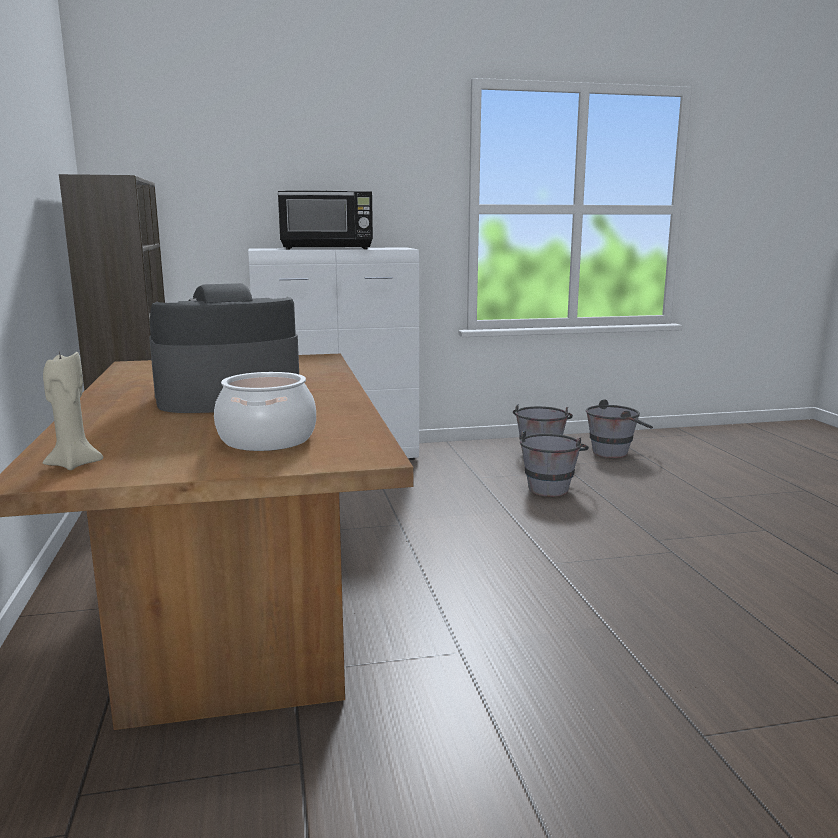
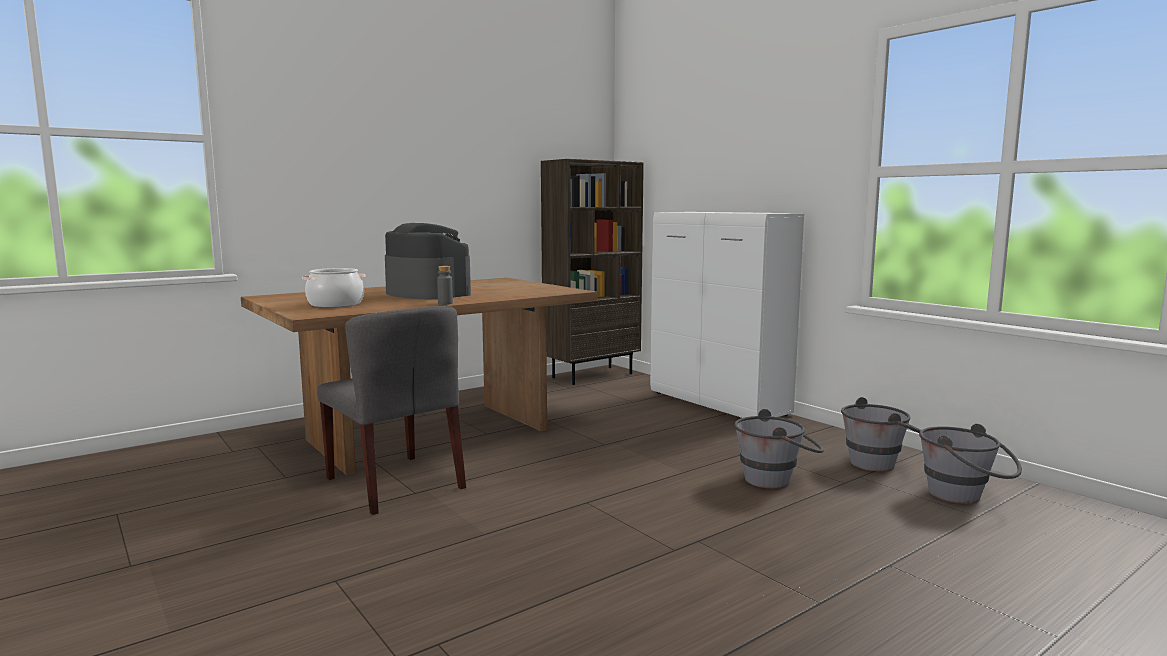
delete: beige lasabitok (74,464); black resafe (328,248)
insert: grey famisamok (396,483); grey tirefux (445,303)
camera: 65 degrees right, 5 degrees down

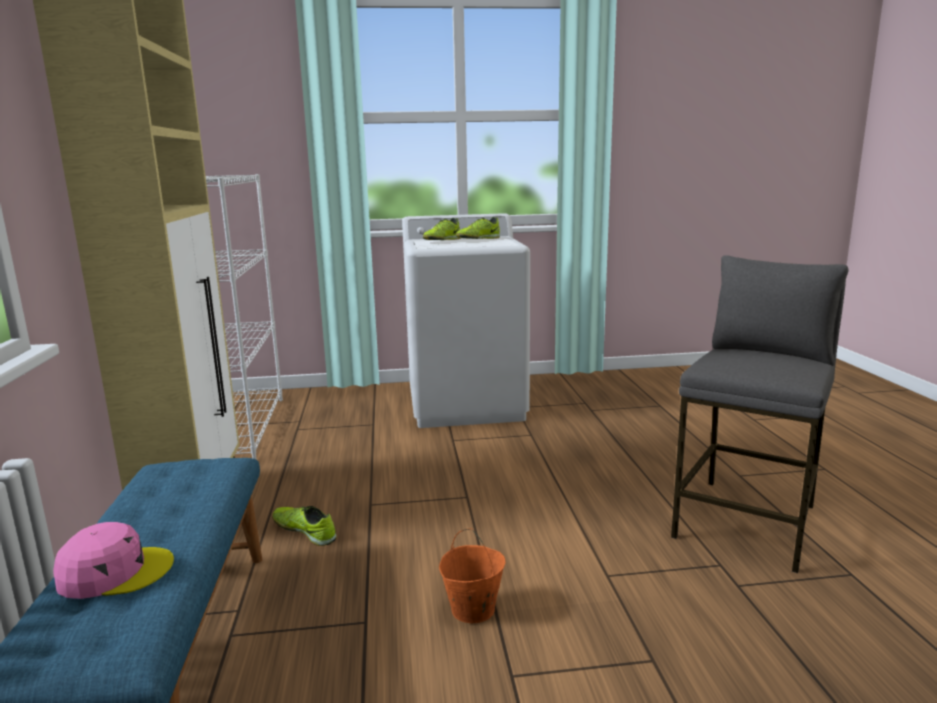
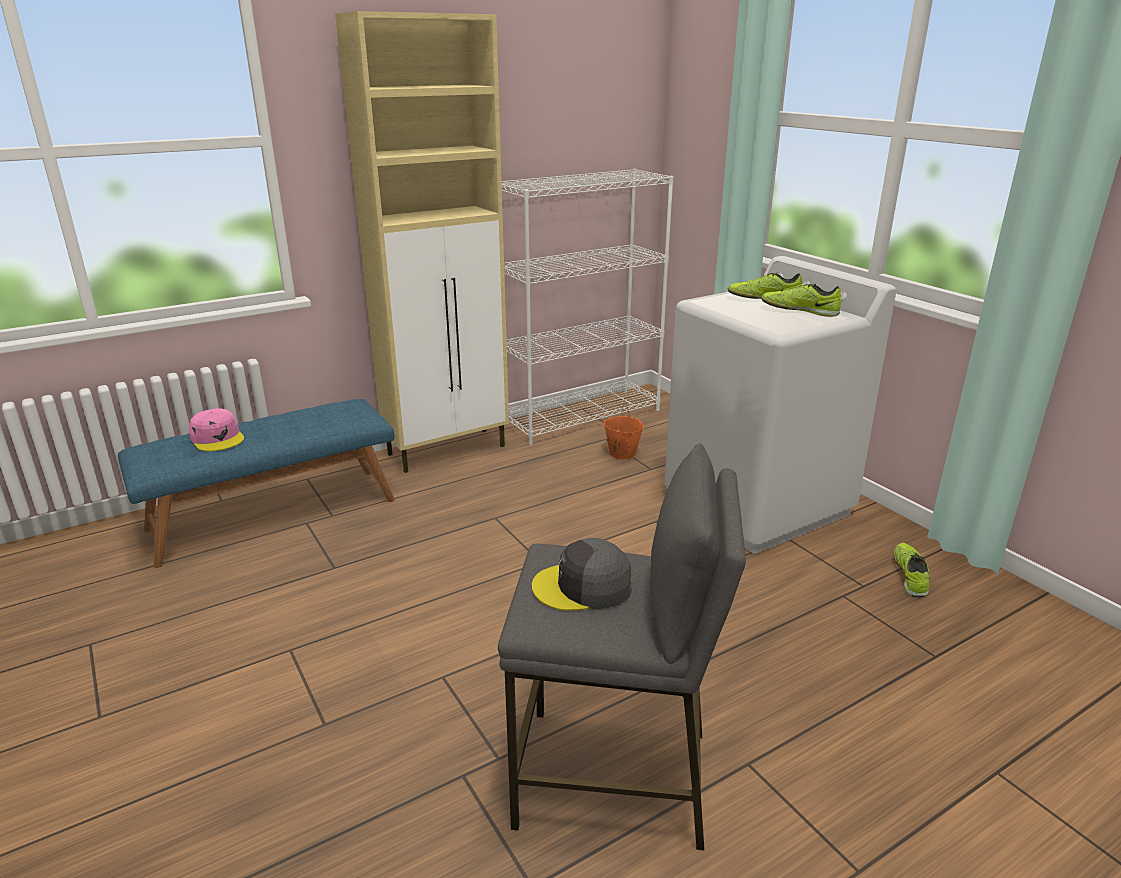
insert: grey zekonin (583,587)
move: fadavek (305,531) to (910,575); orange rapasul (472,610) to (622,453)
camera: 65 degrees right, 10 degrees up

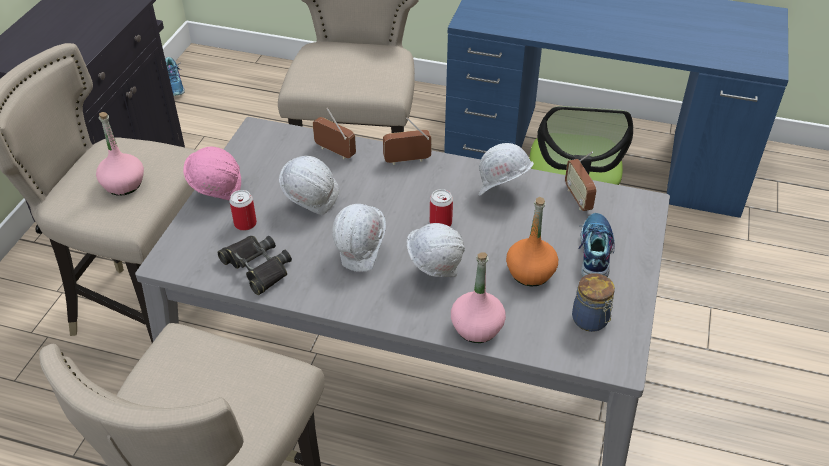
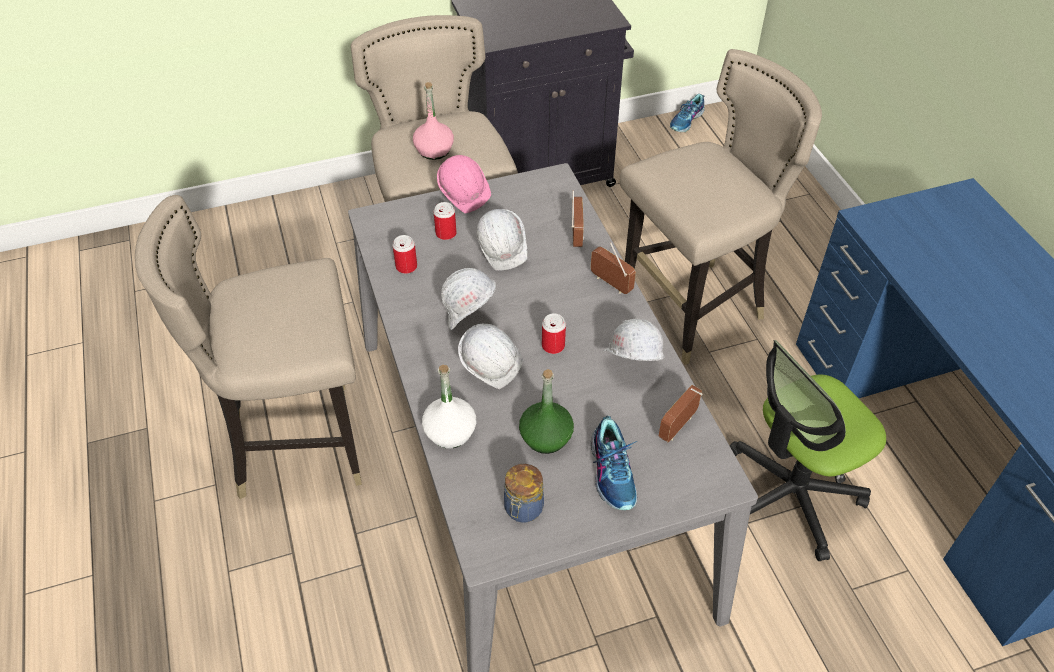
replace: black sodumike (257,267) to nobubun (406,267)
recolor: pink tirefux (476,328) to white tirefux (450,432); orange tirefux (530,273) to green tirefux (546,437)
rotate: fadavek (594,253) = (613,472) 105 degrees clockwise
camera: 55 degrees right, 5 degrees up

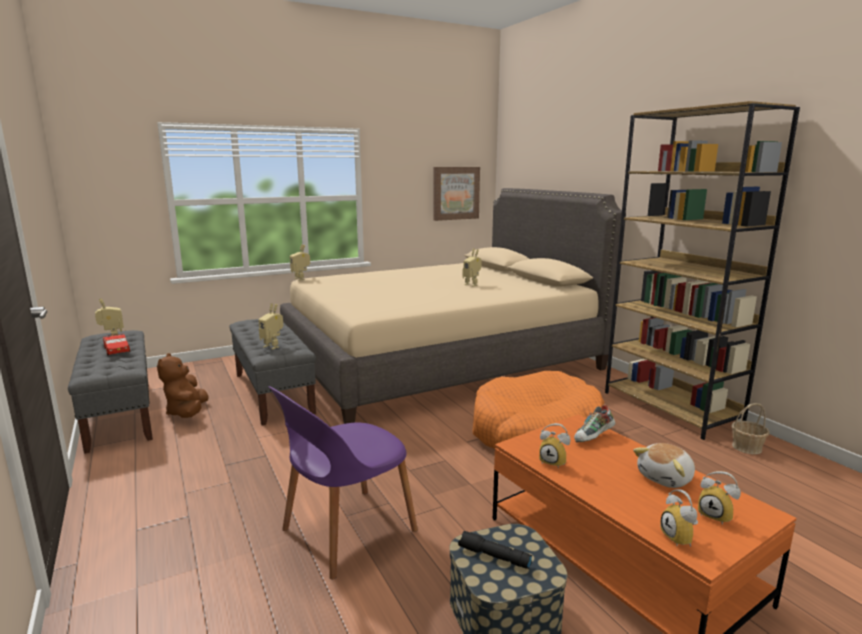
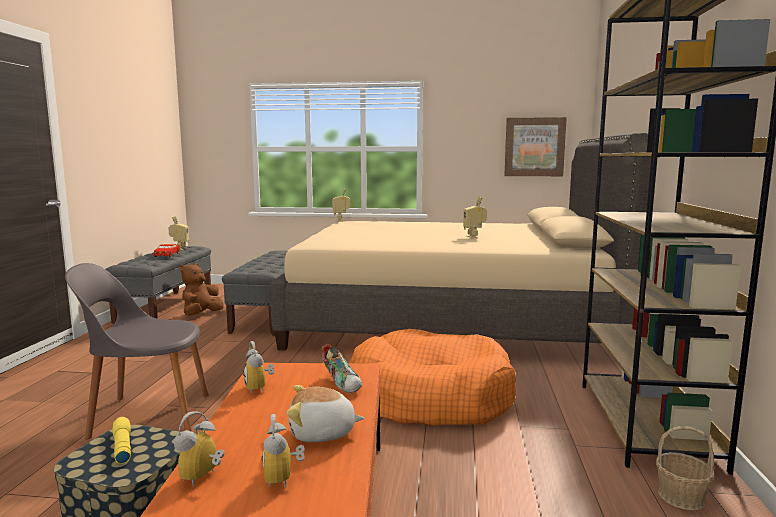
delete: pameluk (273,346)
recolor: purple famisamok (346,532) to grey famisamok (147,415); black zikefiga (493,556) to yellow zikefiga (122,446)
rotate: fadavek (594,438) = (342,383) 120 degrees counterclockwise
camera: 35 degrees right, 5 degrees down

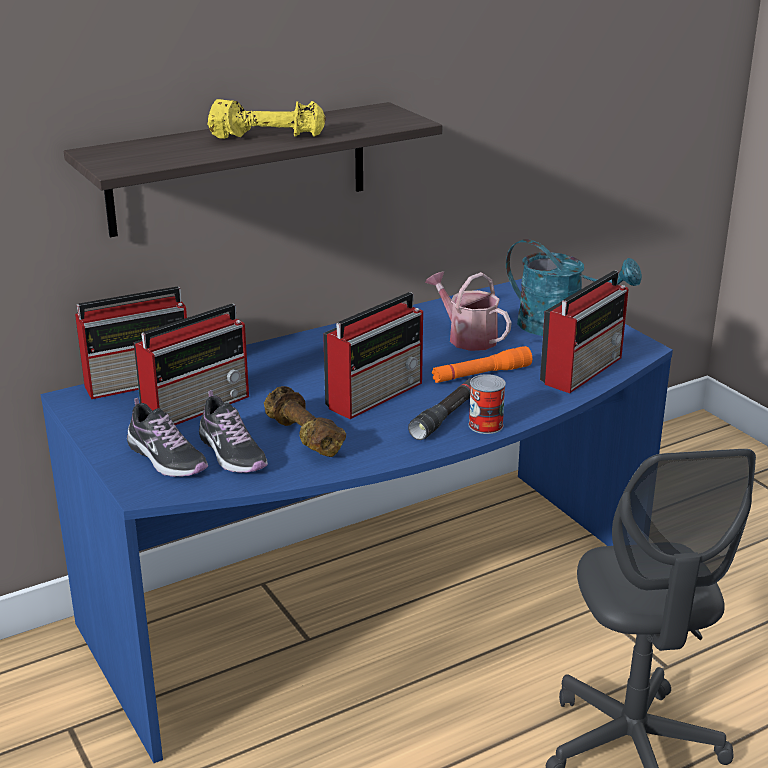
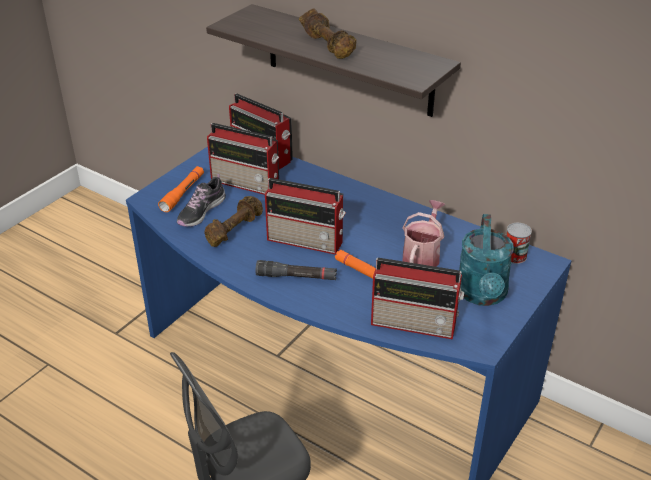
move: nobubun (485,425) to (514,256)
replace: fadavek (166,458) to orange zikefiga (183,193)
recolor: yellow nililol (267,137) to brown nililol (328,46)
camera: 65 degrees right, 10 degrees up

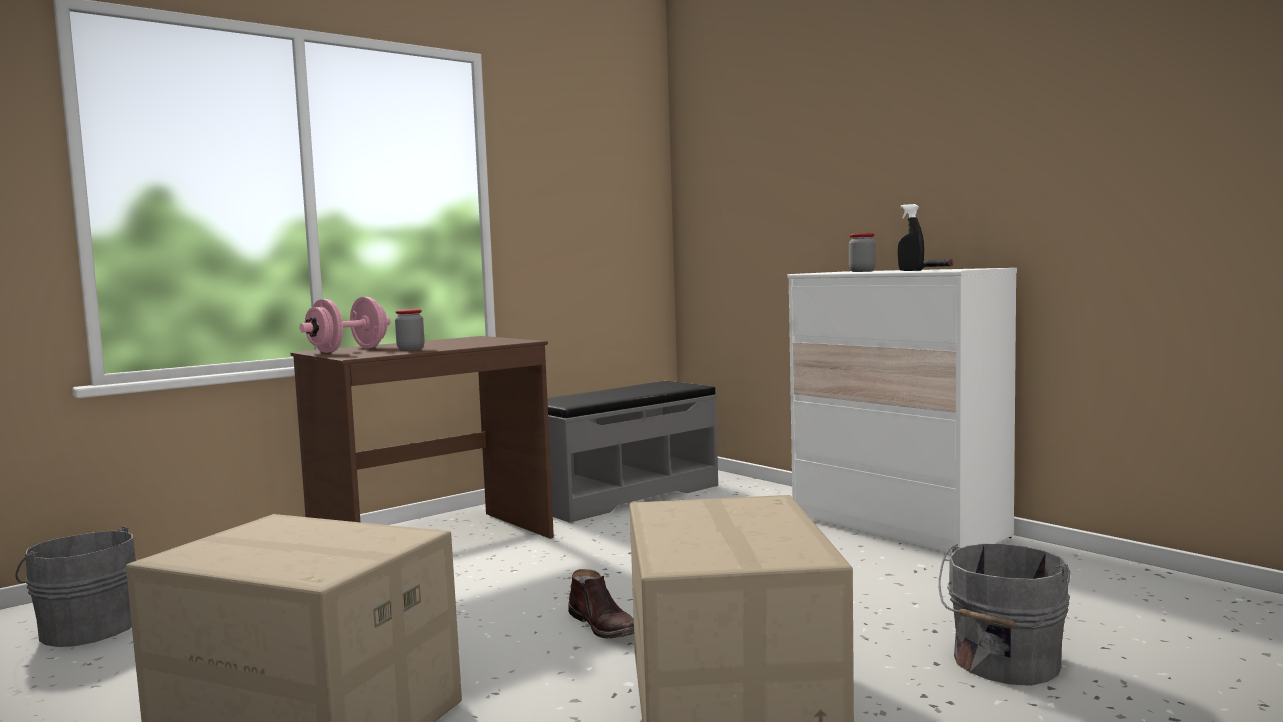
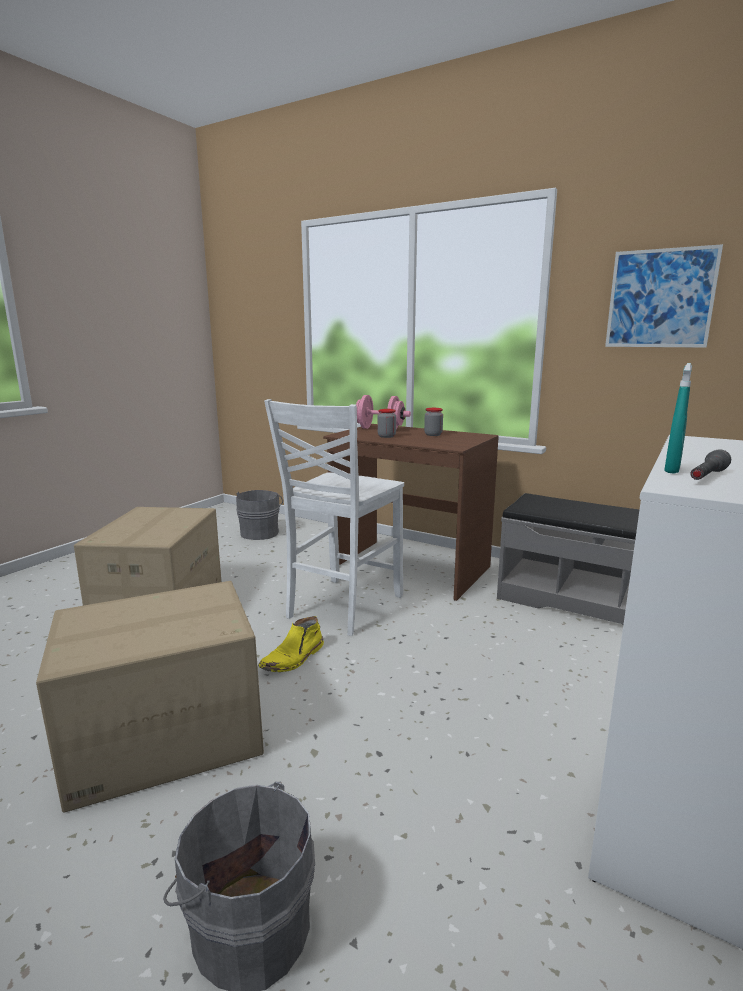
insert: white famisamok (342,607); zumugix (660,298)
move: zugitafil (862,271) to (433,434)
recolor: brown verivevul (604,626) to yellow verivevul (293,658); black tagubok (910,270) to turquoise tagubok (672,470)
camera: 70 degrees right, 10 degrees up

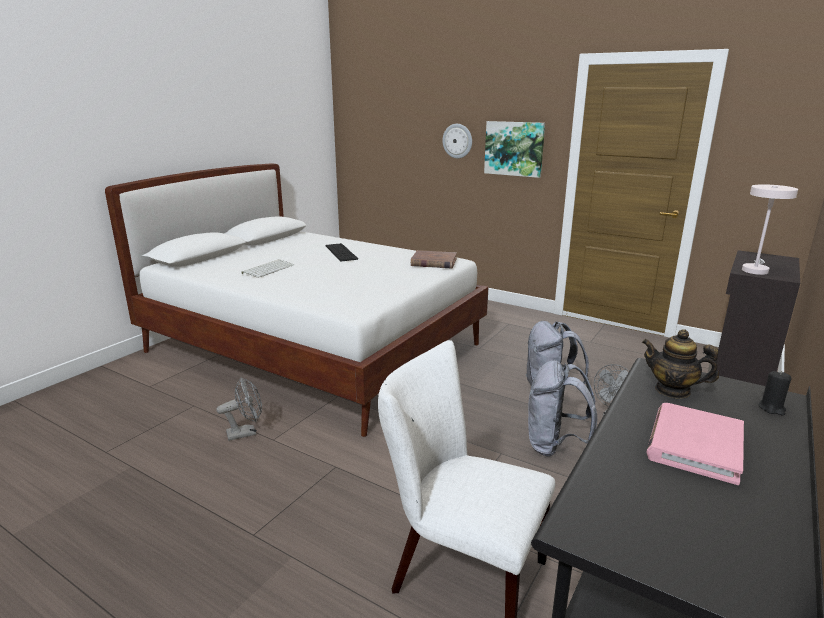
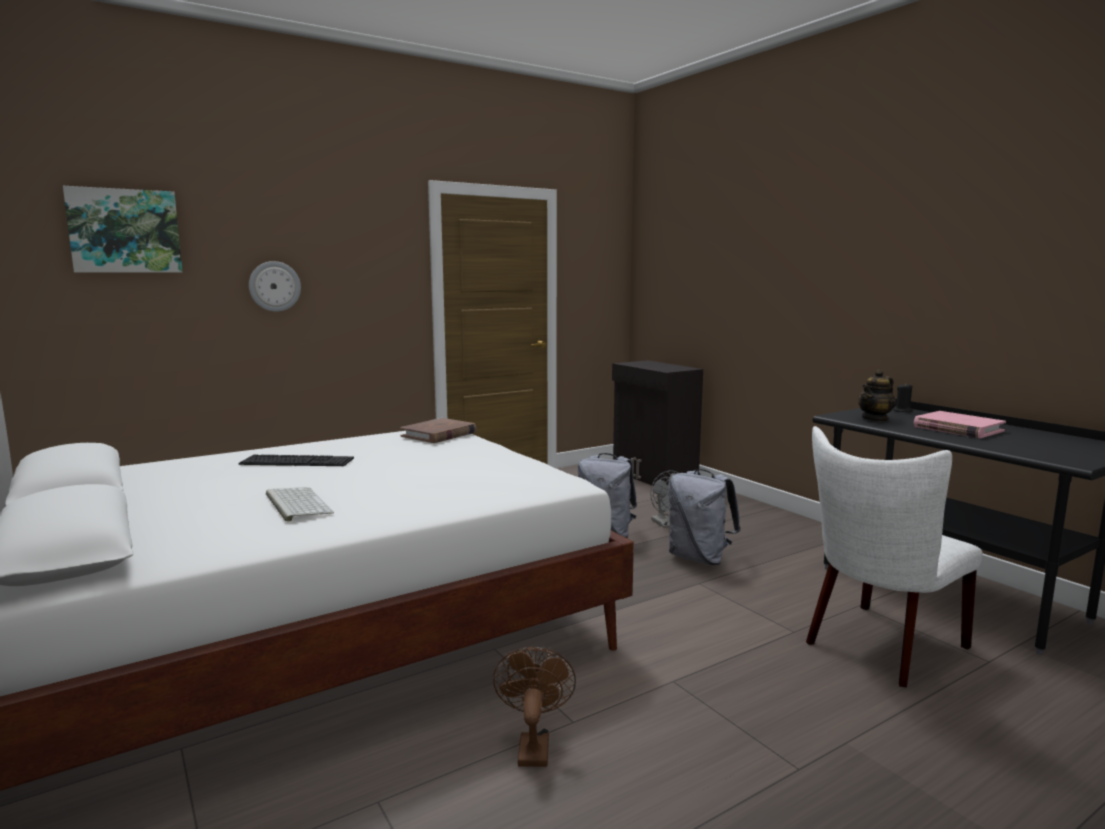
delete: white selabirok (755,269)
move: zumugix (514,148) to (125,231)
recolor: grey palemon (246,432) to brown palemon (533,745)
camera: 65 degrees left, 10 degrees down

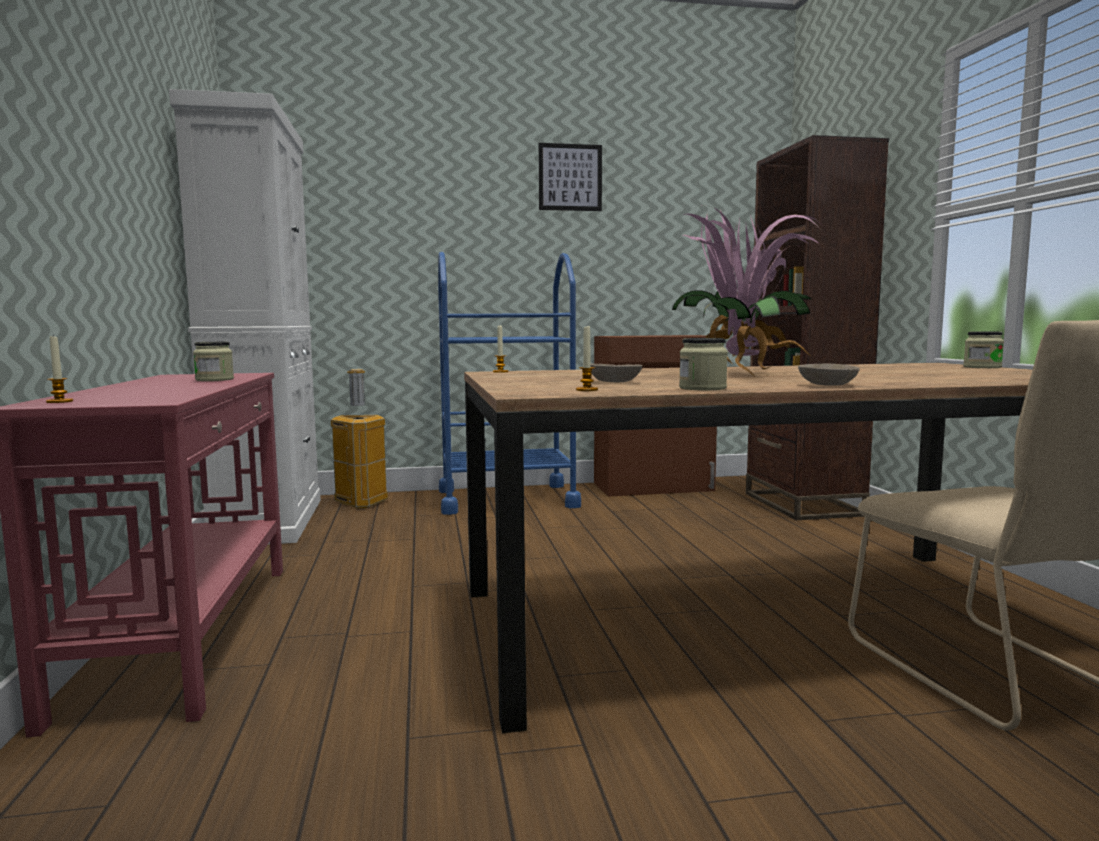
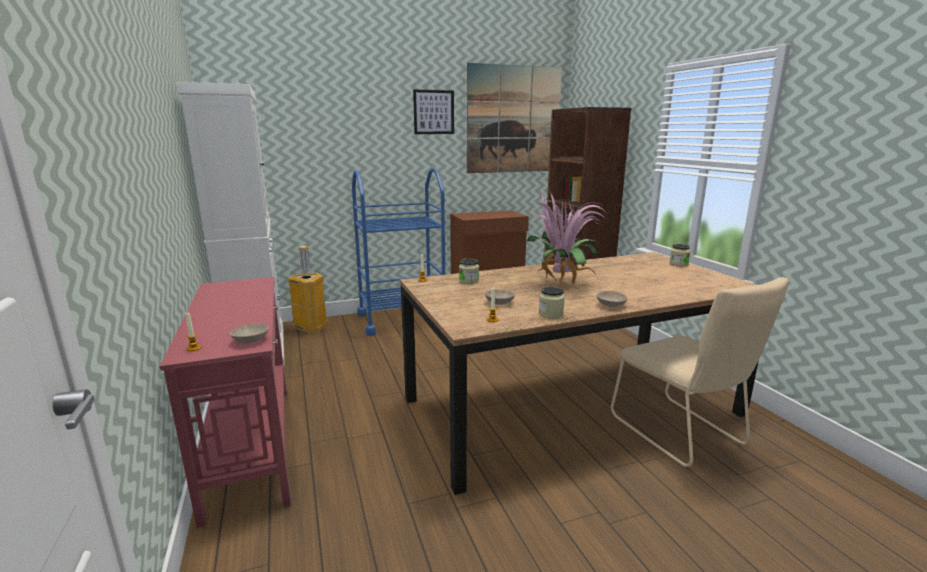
insert: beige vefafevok (251,340); zumugix (513,120)
move: zugitafil (214,379) to (469,281)
camera: 10 degrees left, 10 degrees up

